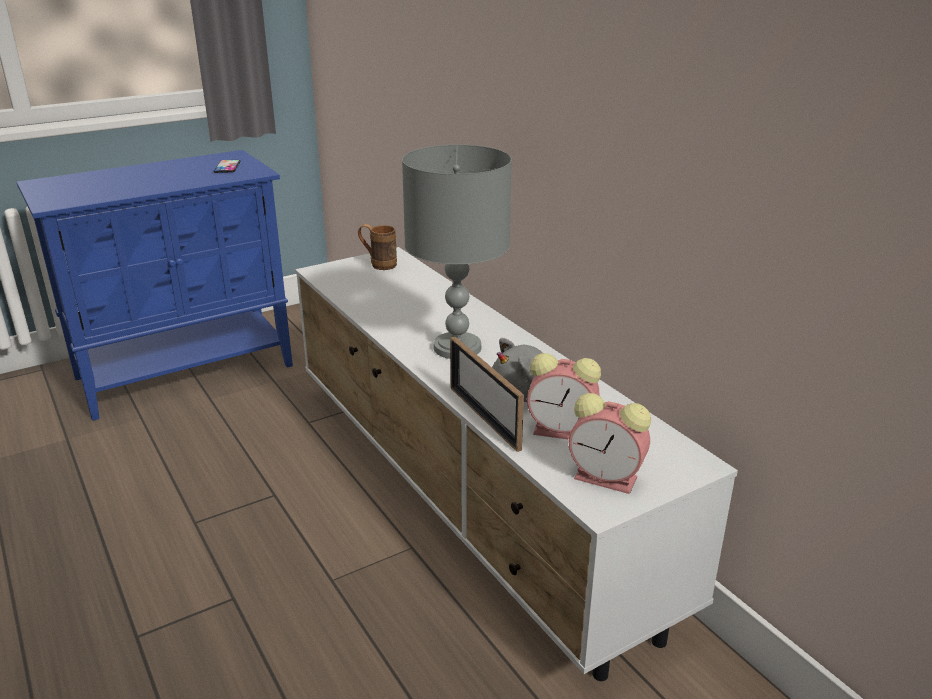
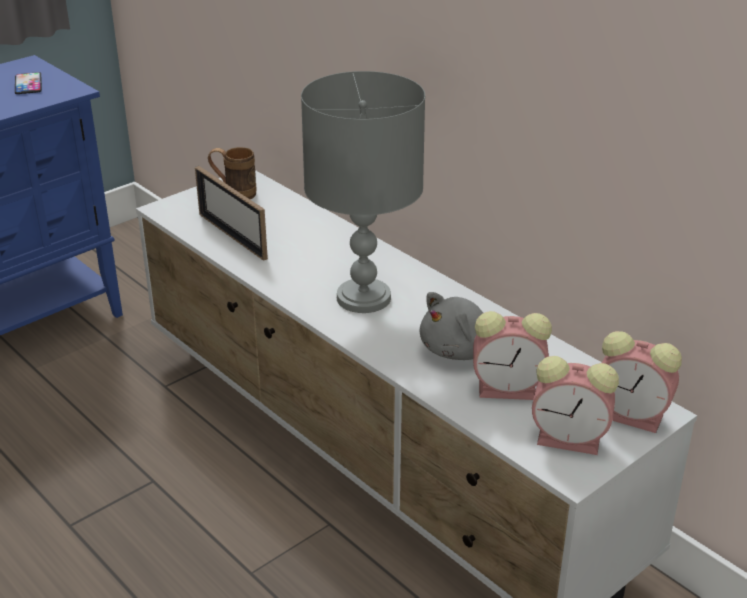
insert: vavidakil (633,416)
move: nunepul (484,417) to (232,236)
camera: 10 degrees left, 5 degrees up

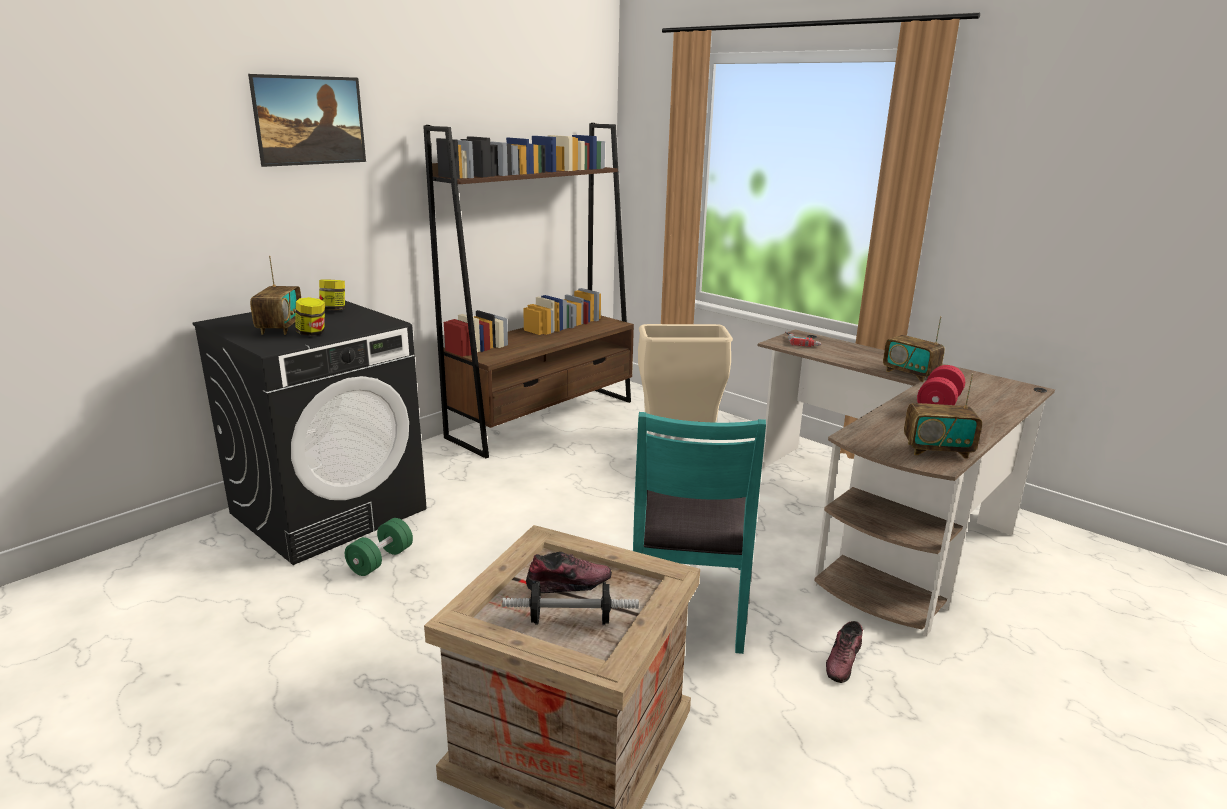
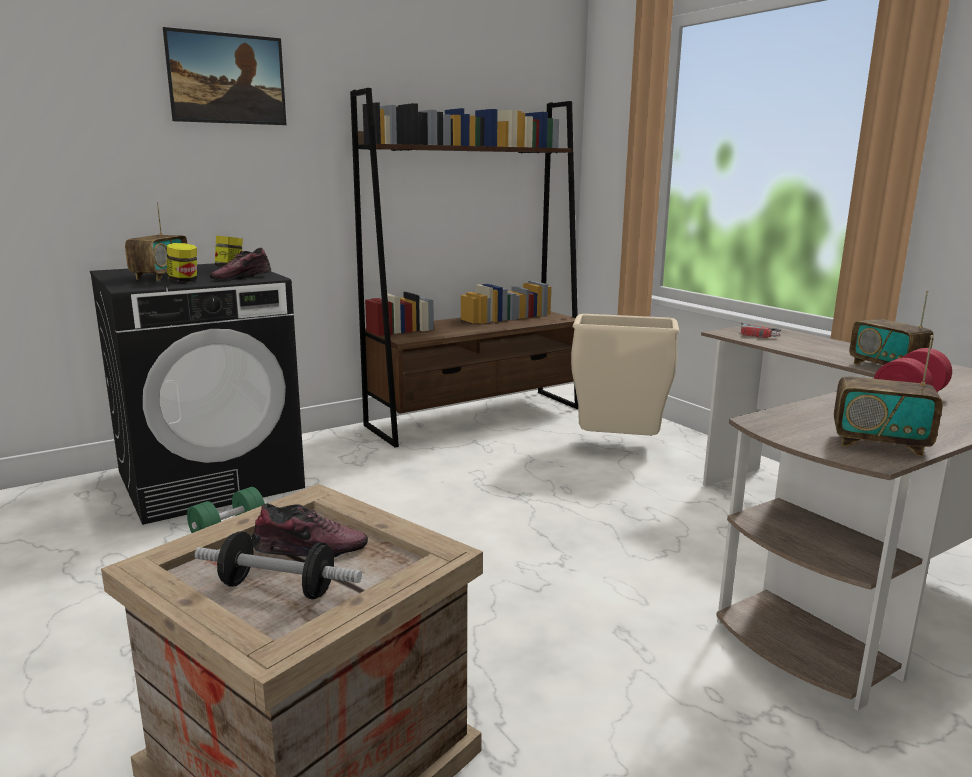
delete: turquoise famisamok (688,602)
move: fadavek (843,661) to (241,277)
camera: 15 degrees right, 5 degrees down

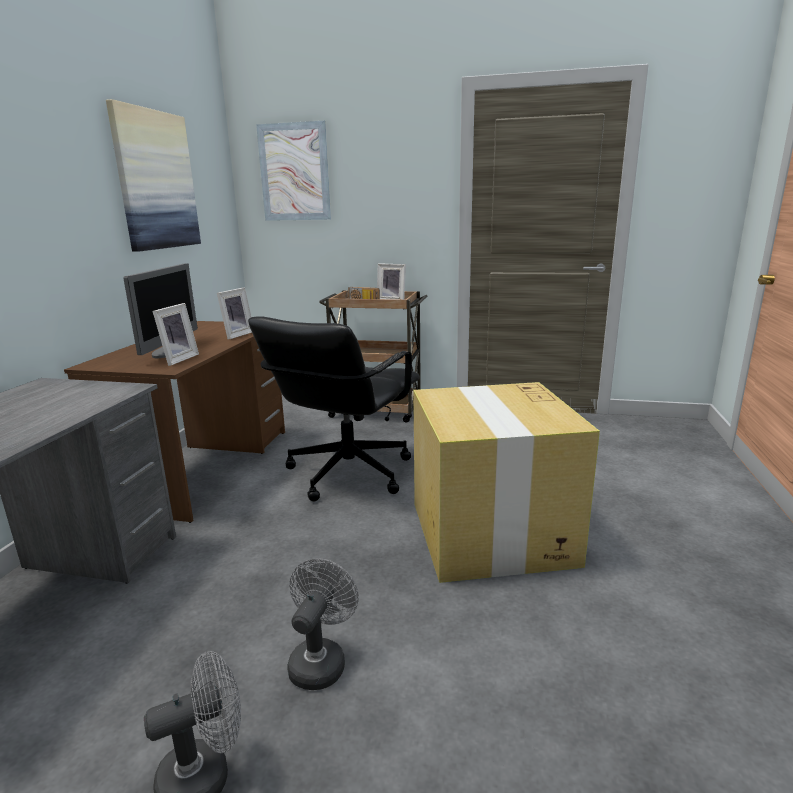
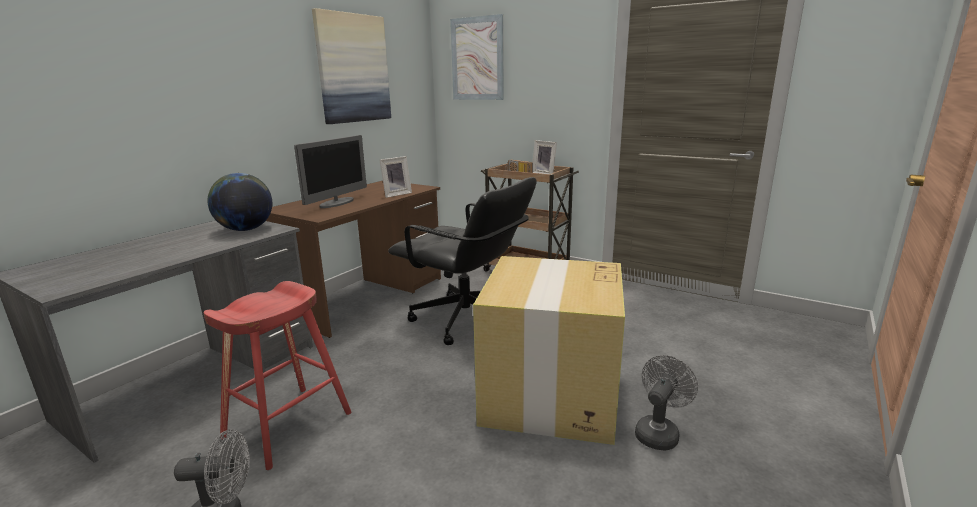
delete: nunepul (177,359)
insert: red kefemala (288,425); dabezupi (245,229)
move: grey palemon (320,660) to (659,432)
rotate: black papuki (347,473) = (466,320) 105 degrees counterclockwise
camera: 20 degrees right, 0 degrees up

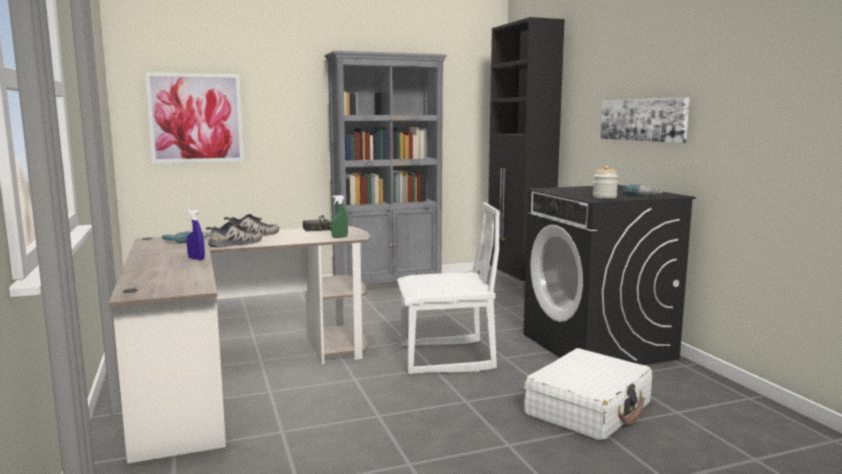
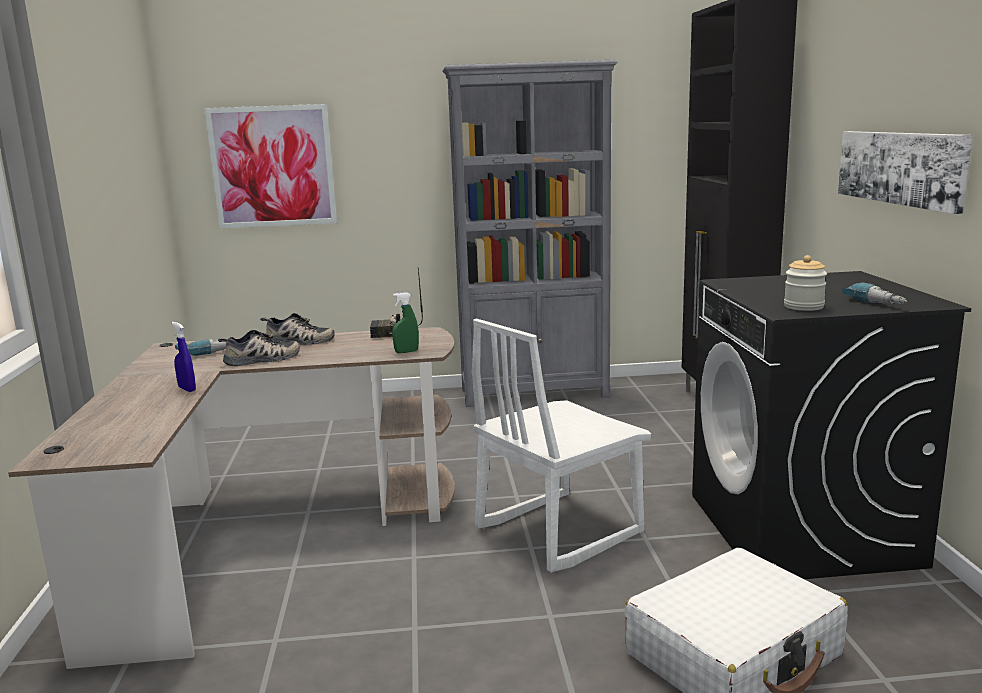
rotate: white famisamok (446,358) = (557,530) 135 degrees clockwise
camera: 15 degrees right, 5 degrees up

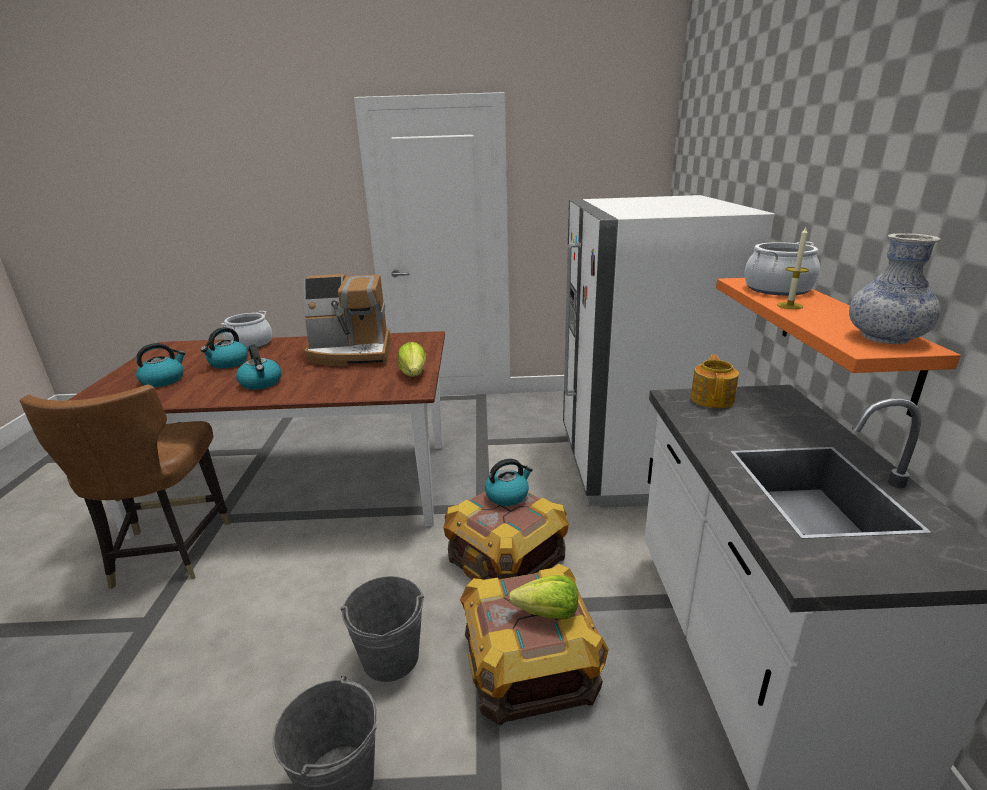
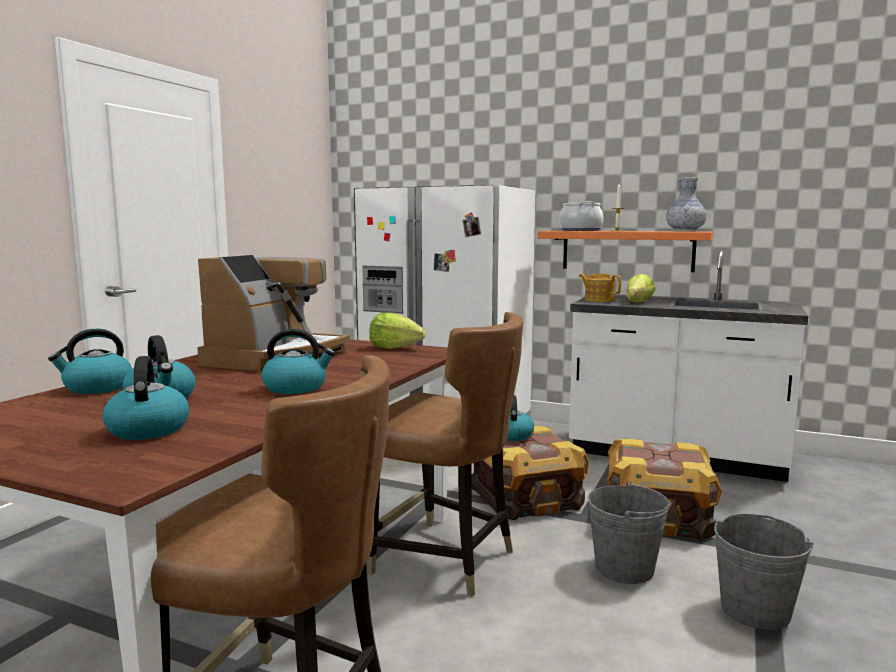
insert: brown famisamok (443,559)
move: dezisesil (547,613) to (638,302)
replace: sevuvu (250,344) to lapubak (97,388)
camera: 65 degrees left, 15 degrees down

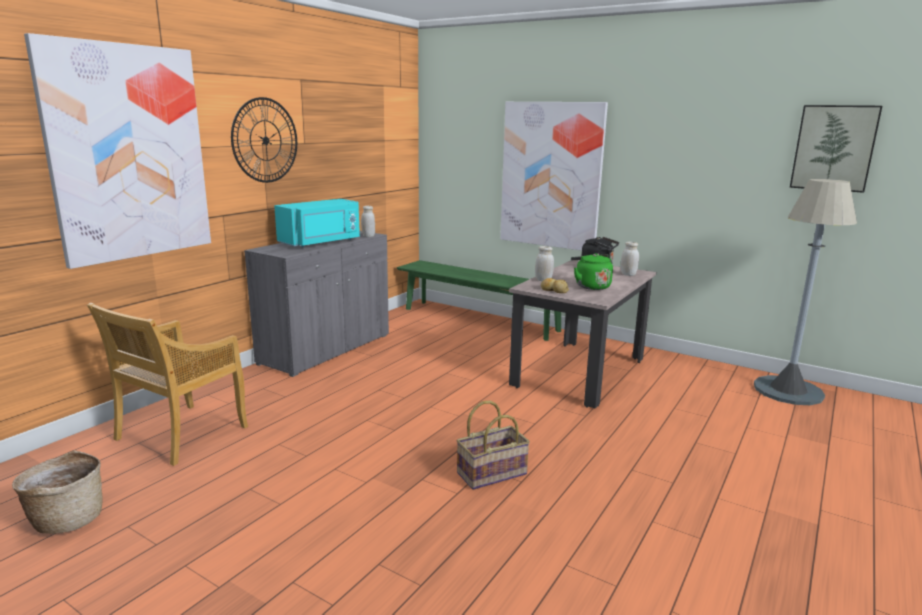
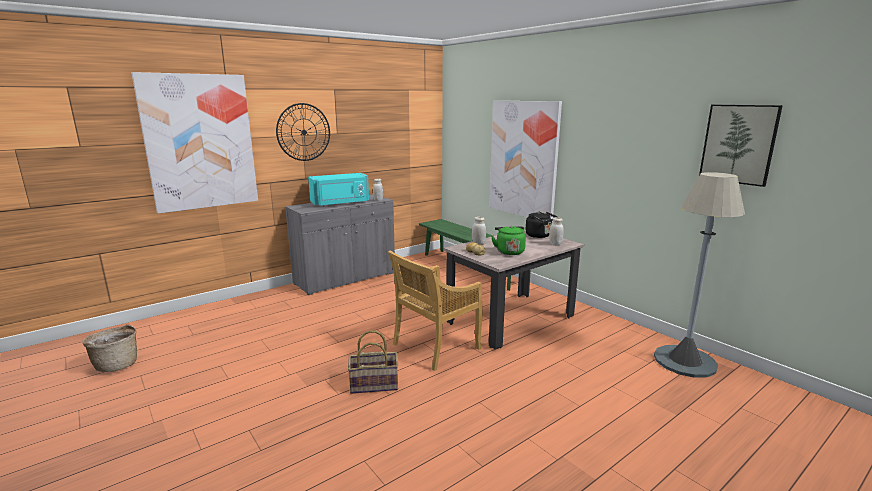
move: beige famisamok (180,434) to (435,347)
camera: 20 degrees right, 0 degrees up

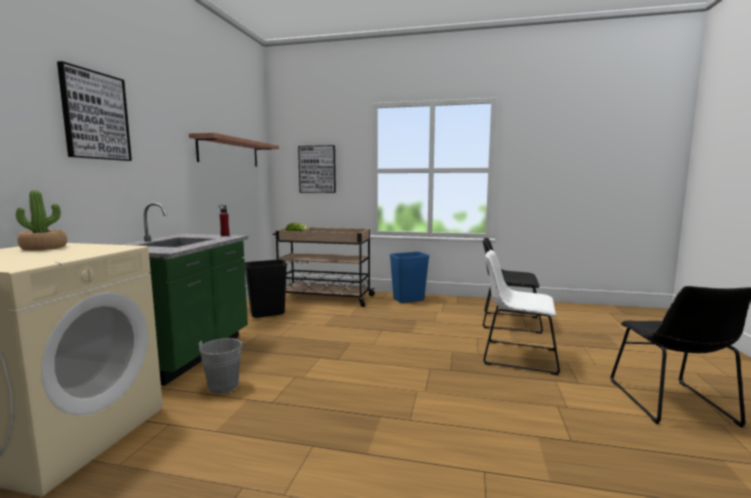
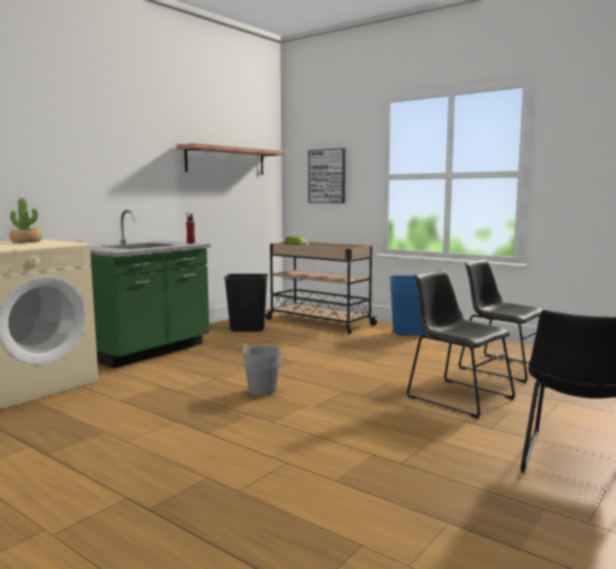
delete: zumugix (95,116)
move: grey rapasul (225,384) to (264,390)
recolor: white famisamok (516,356) to black famisamok (456,396)
camera: 25 degrees right, 0 degrees up

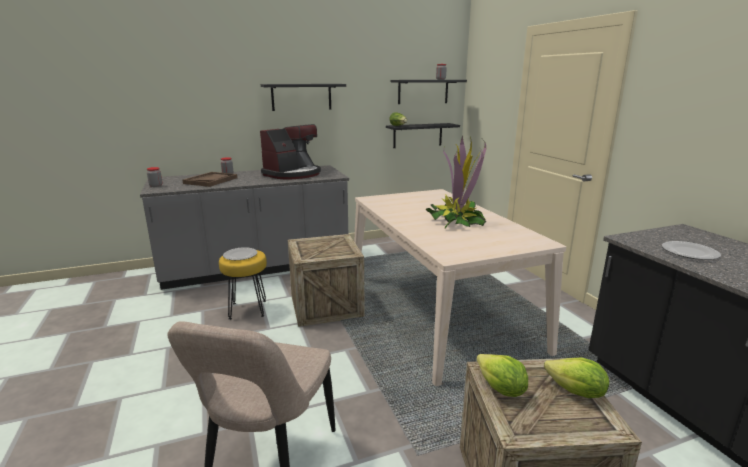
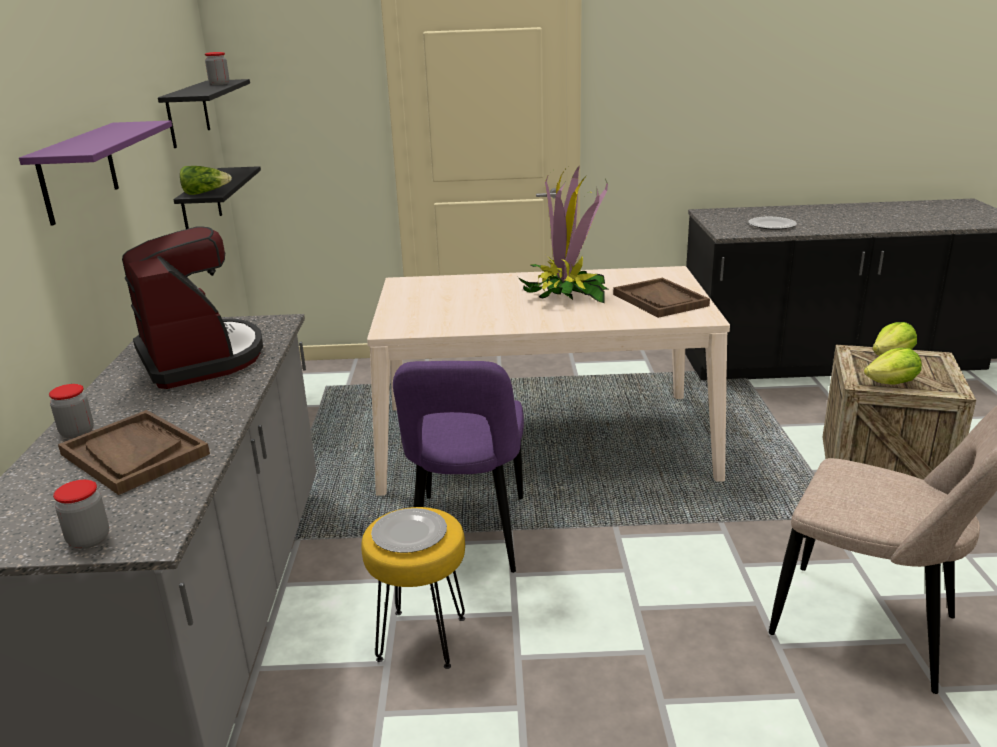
insert: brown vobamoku (660,300)
replace: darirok (326,306) to purple famisamok (468,538)
recolor: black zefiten (301,97) to purple zefiten (78,172)
camera: 70 degrees left, 5 degrees up

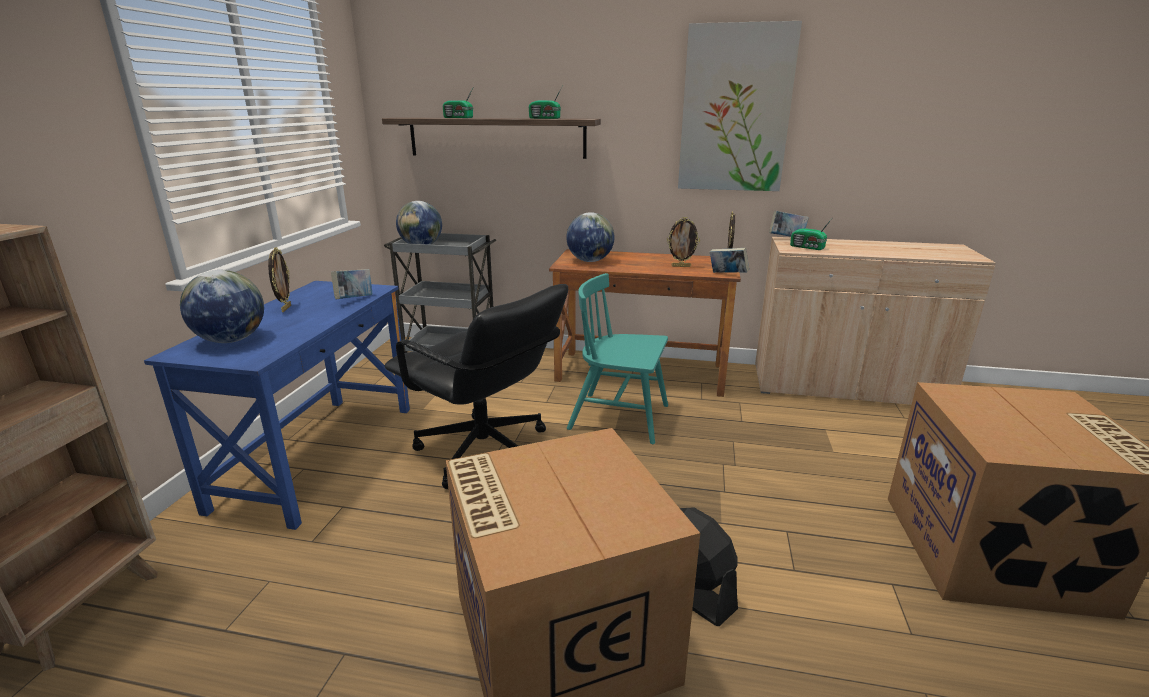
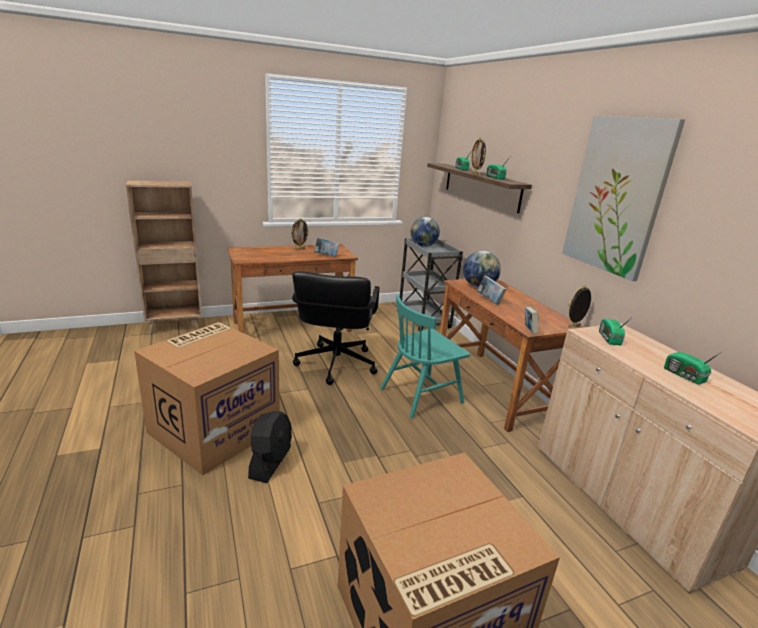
delete: dabezupi (231,340)
insert: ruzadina (684,376)
move: nunepul (681,266) to (475,174); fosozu (786,238) to (489,300)
recolor: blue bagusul (319,455) to brown bagusul (292,326)
rotate: turquoise famisamok (620,417) = (421,395) 105 degrees counterclockwise
camera: 55 degrees right, 0 degrees up

